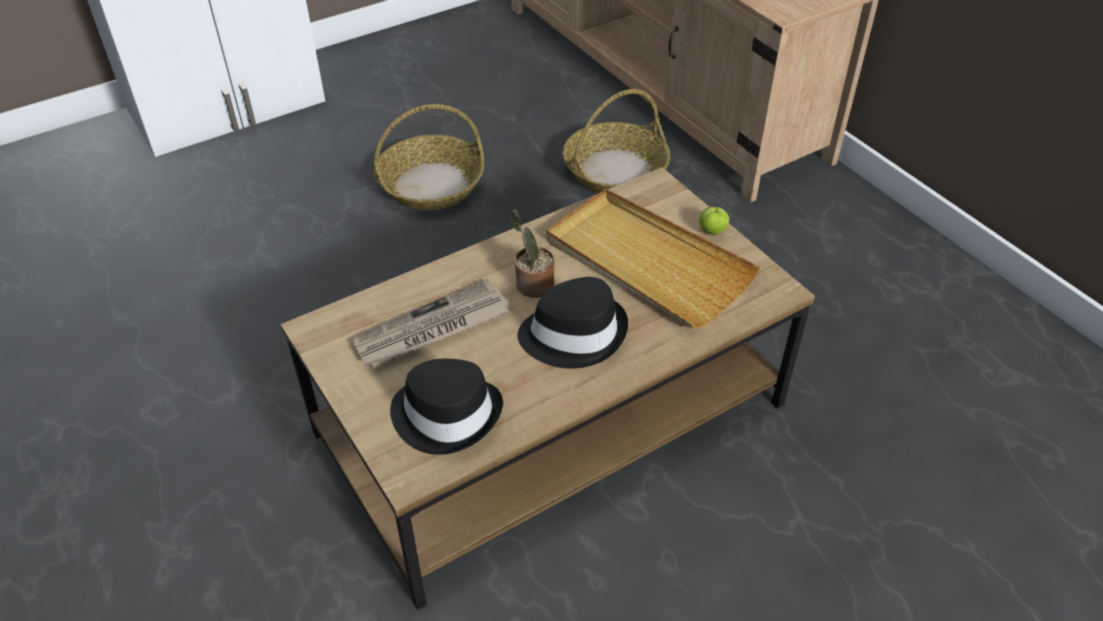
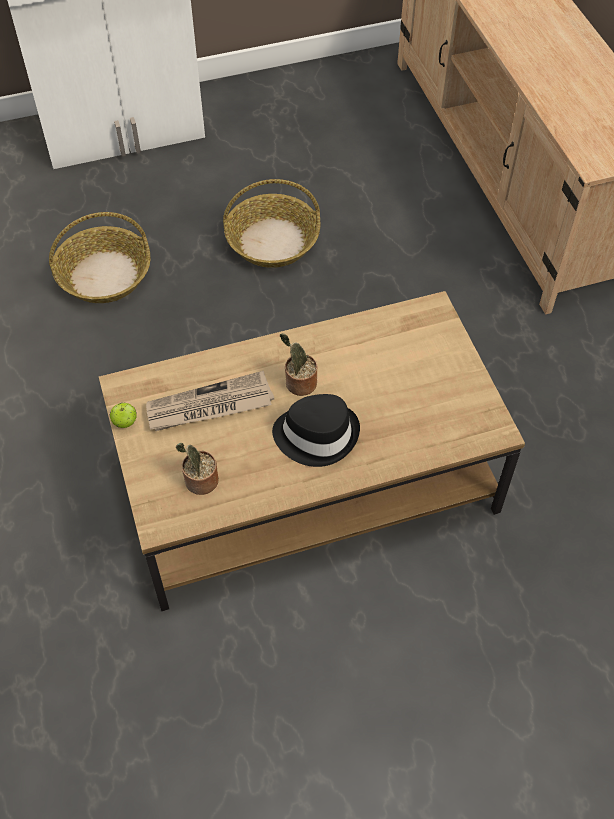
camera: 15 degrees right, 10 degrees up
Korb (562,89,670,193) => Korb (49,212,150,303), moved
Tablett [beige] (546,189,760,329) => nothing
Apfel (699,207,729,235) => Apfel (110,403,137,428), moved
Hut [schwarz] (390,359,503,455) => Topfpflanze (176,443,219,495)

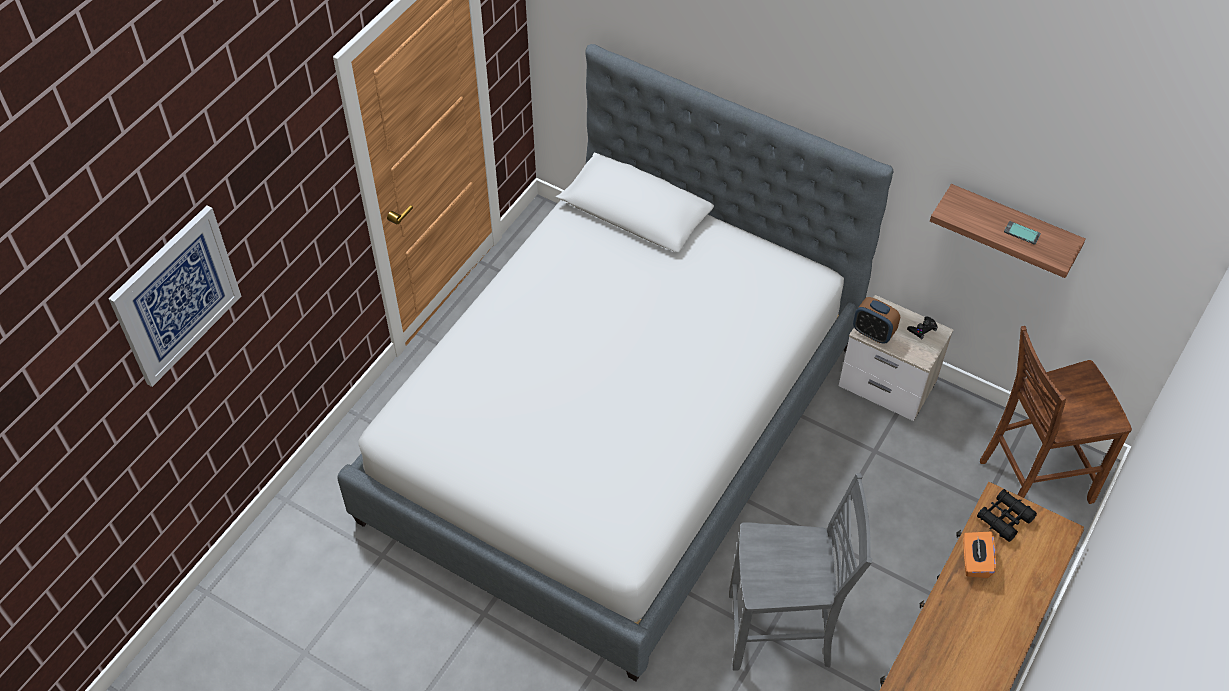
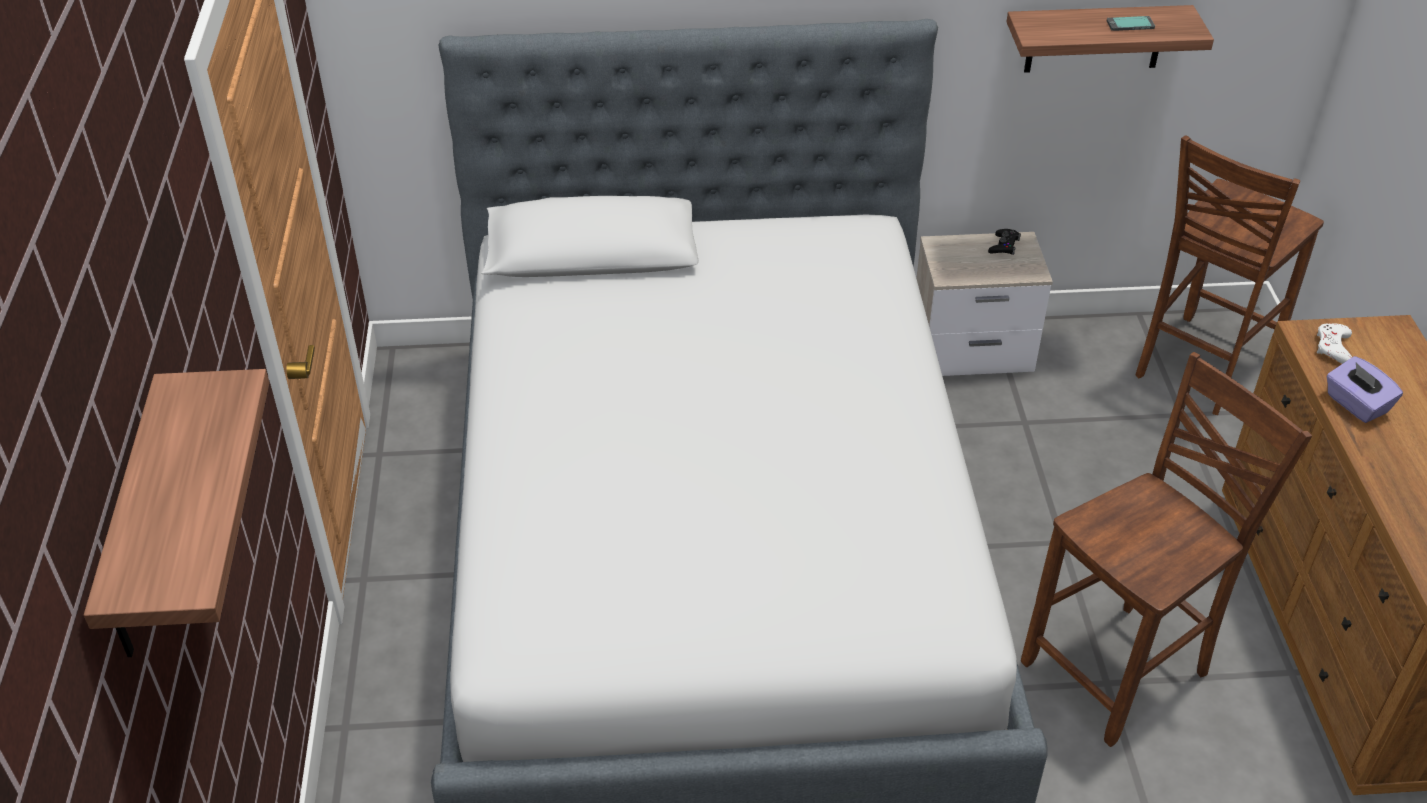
camera: 35 degrees left, 10 degrees down
Bild (108,205,241,387) => Wandregal (84,369,269,657)
Wecker (853,297,900,344) => nothing
Stuhl [grau] (729,473,872,671) => Stuhl [braun] (1021,352,1312,747)
Fernglas [schwarz] (977,489,1037,542) => Gamepad [weiß] (1317,323,1352,364)
Taschentuchbox [orange] (963,532,996,578) => Taschentuchbox [lila] (1326,356,1403,423)

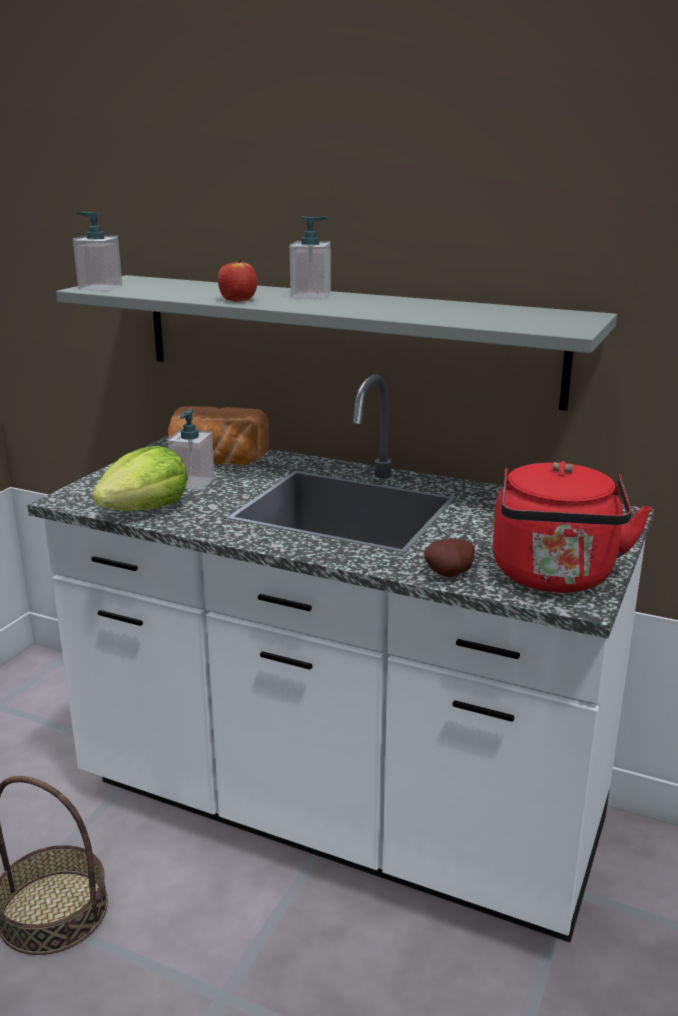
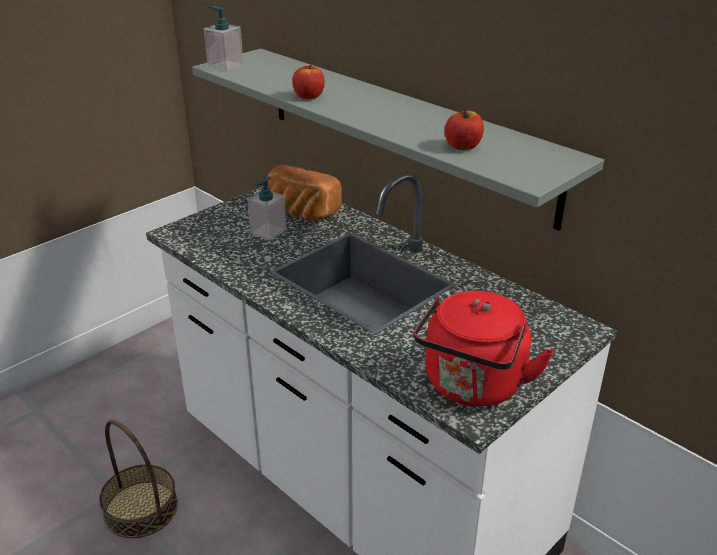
camera: 20 degrees right, 10 degrees up
Seifenspender (290,216,331,299) => nothing
Salatkopf (92,446,188,511) => nothing
Kartoffel (424,539,475,577) => nothing
nothing => Apfel (445,108,484,150)

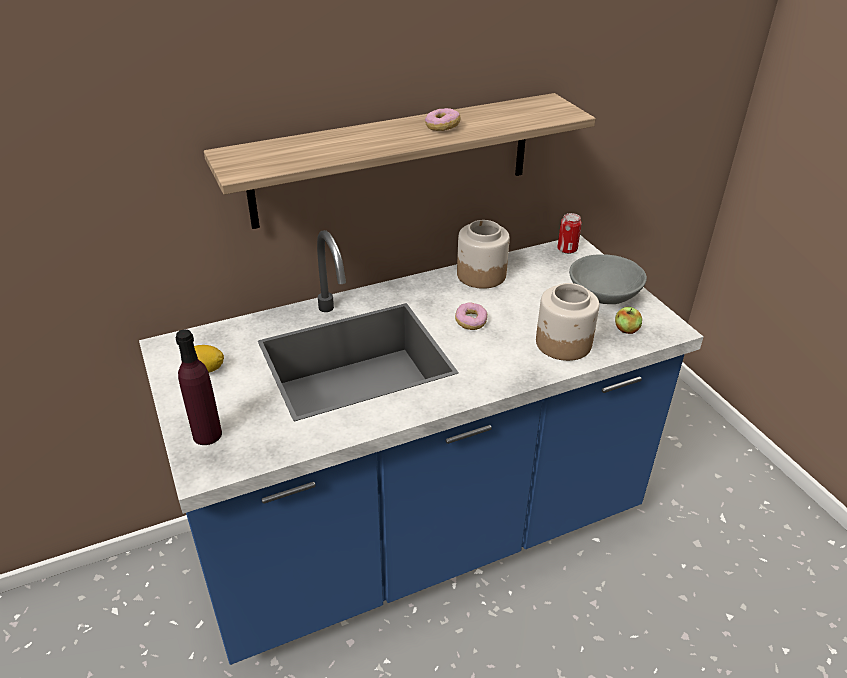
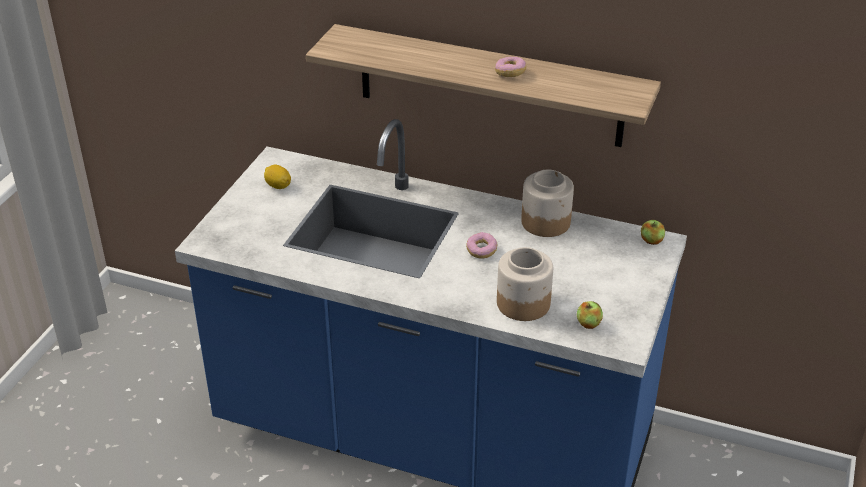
camera: 45 degrees right, 0 degrees up
Dose (557,213,582,254) => Apfel (641,220,665,245)
Schüssel [grau] (569,254,647,304) => nothing
Flasche [lila] (176,329,222,445) => nothing

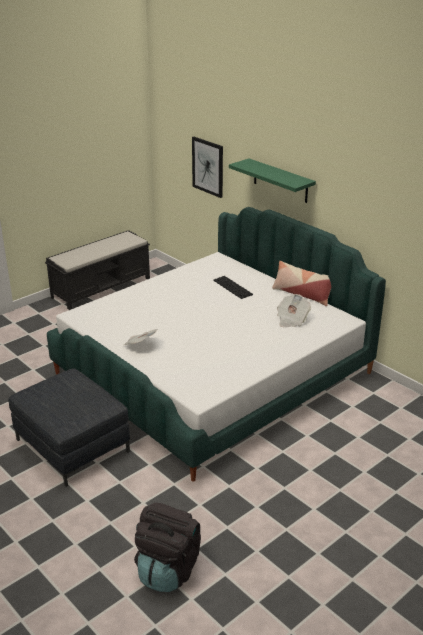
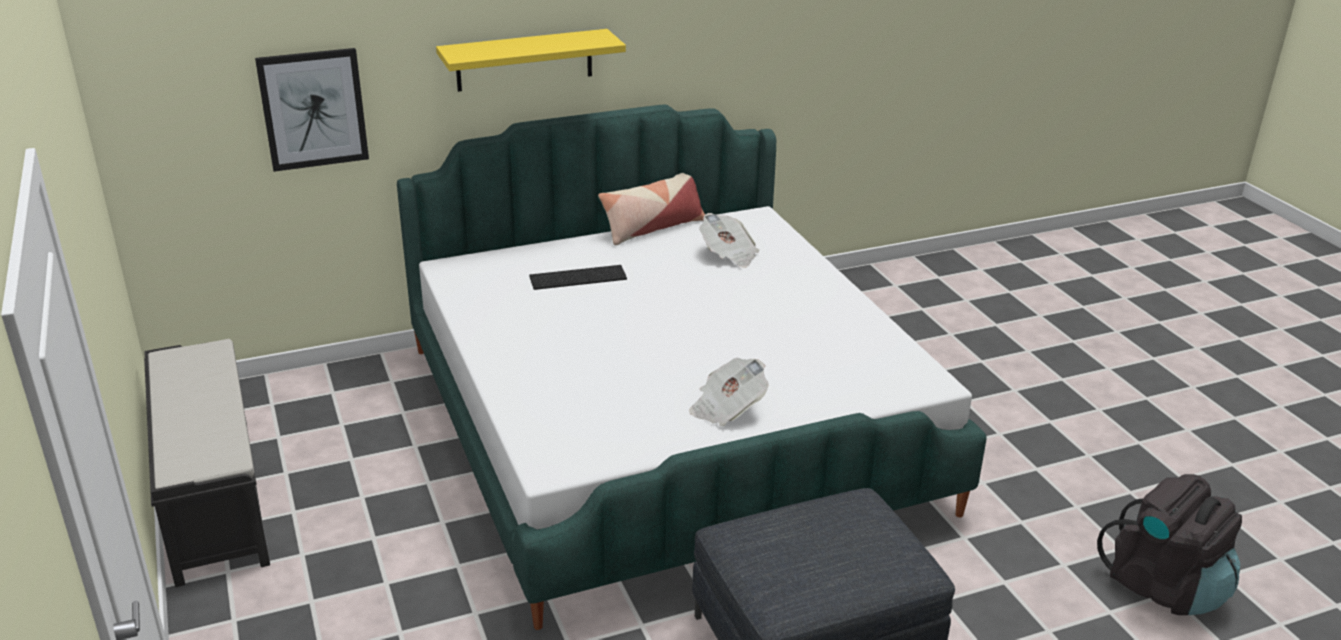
camera: 70 degrees left, 0 degrees up
Wandregal [grün] (229,158,316,203) => Wandregal [gelb] (436,29,626,92)

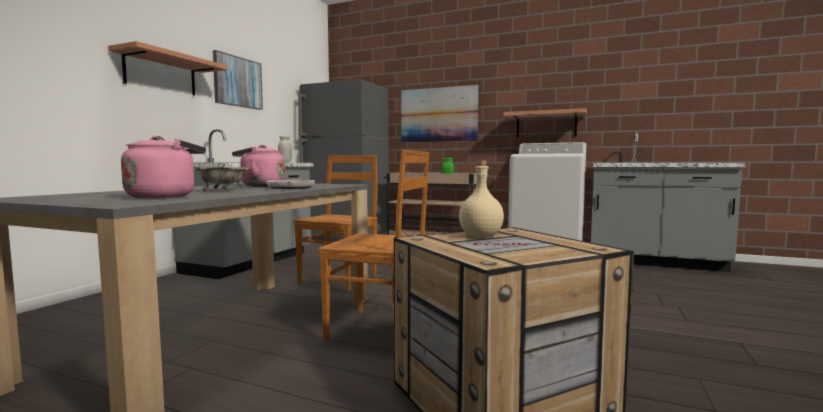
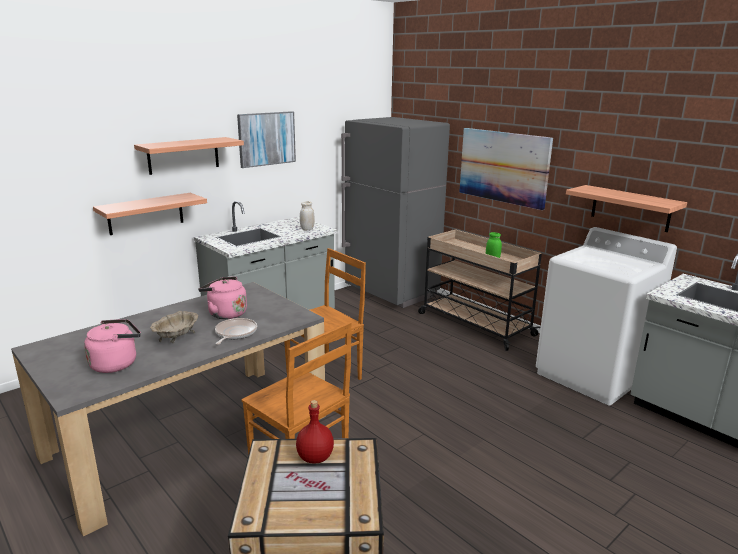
camera: 25 degrees right, 15 degrees up
Flasche [beige] (459,160,504,237) => Flasche [rot] (296,400,334,463)
nothing => Wandregal (93,193,207,235)

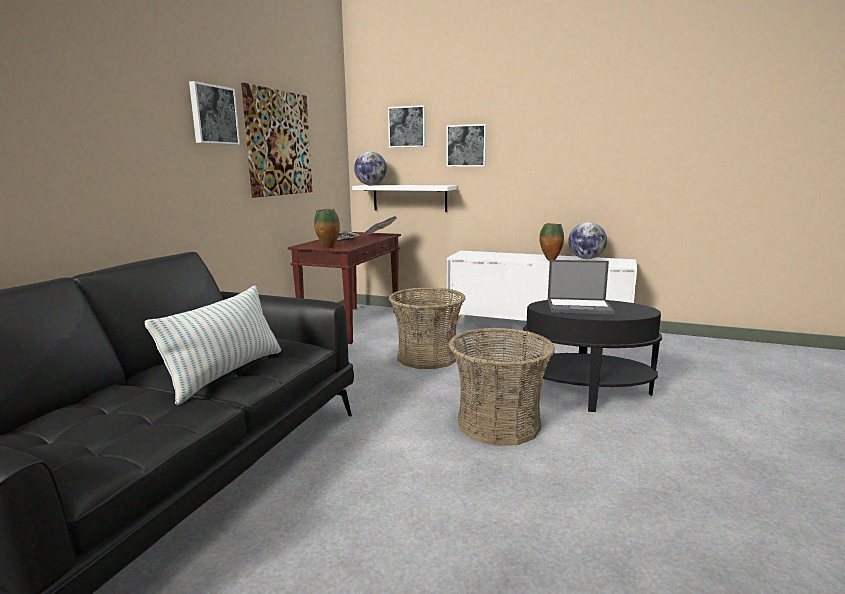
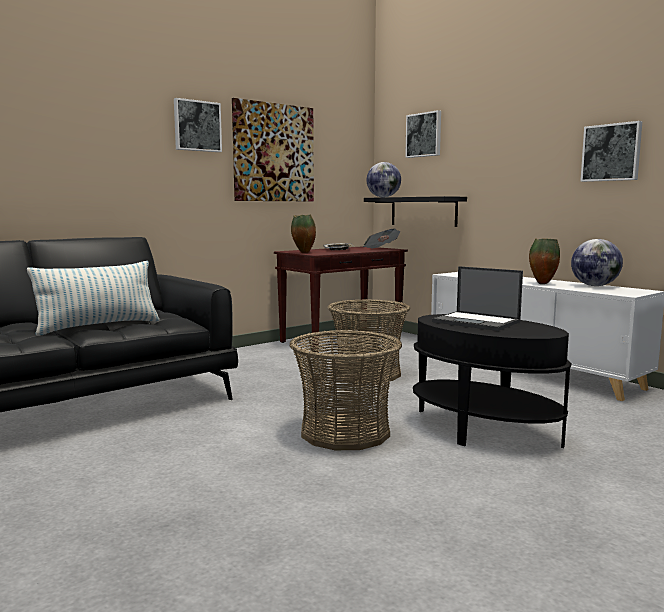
camera: 30 degrees right, 5 degrees down
Bild (446,124,487,167) => Bild (580,121,642,182), moved
Wandregal [weiß] (352,185,457,212) => Wandregal [schwarz] (364,196,467,227)

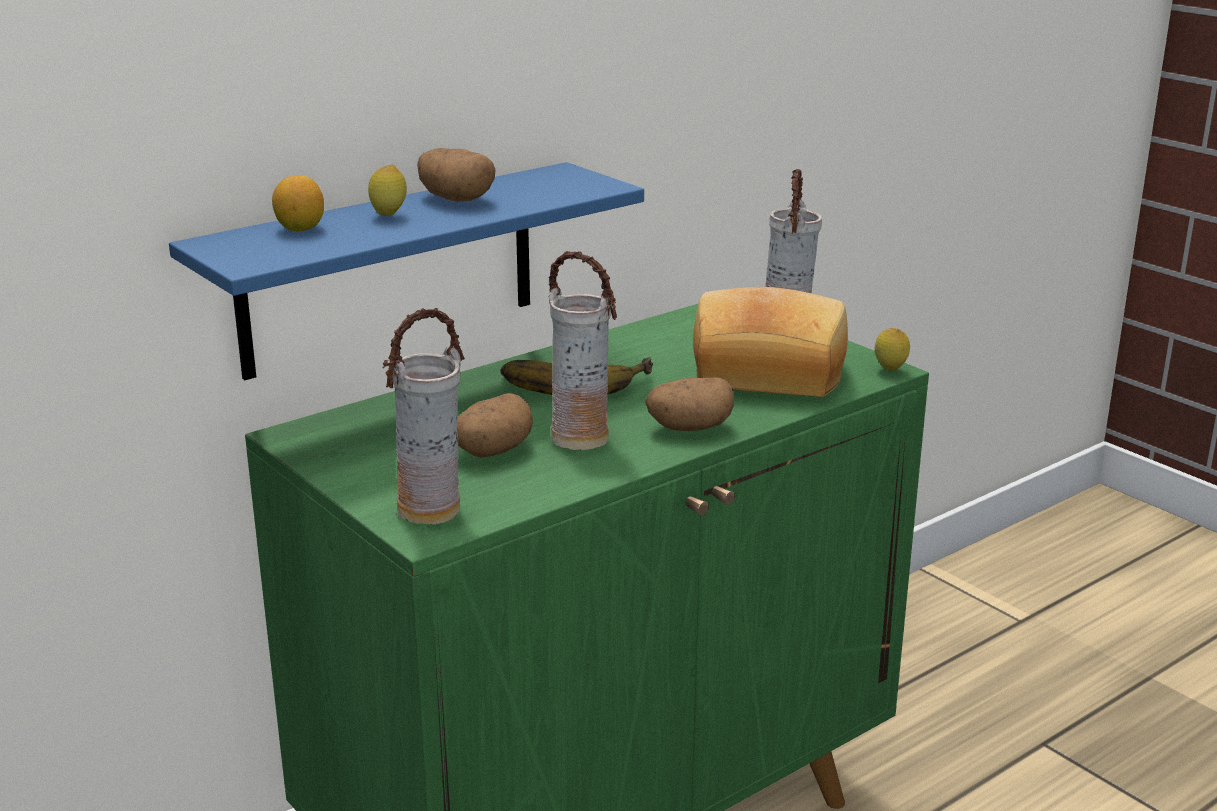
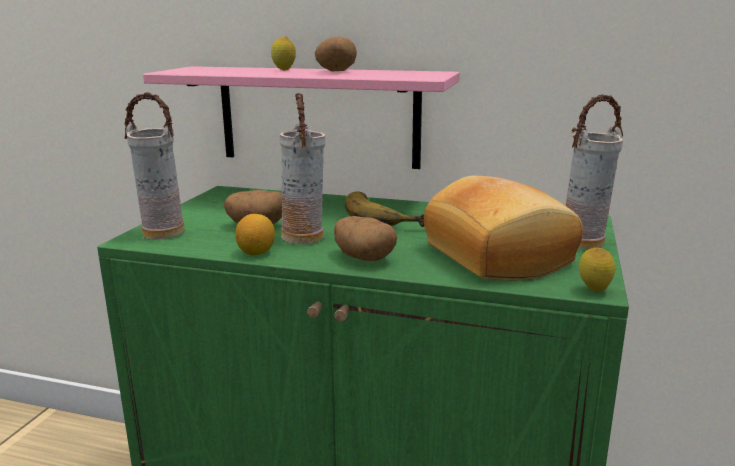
camera: 55 degrees right, 5 degrees down
Wandregal [blau] (169,162,644,380) => Wandregal [rosa] (143,66,460,169)
Zitrone (272,175,324,231) => Zitrone (235,214,275,255), moved

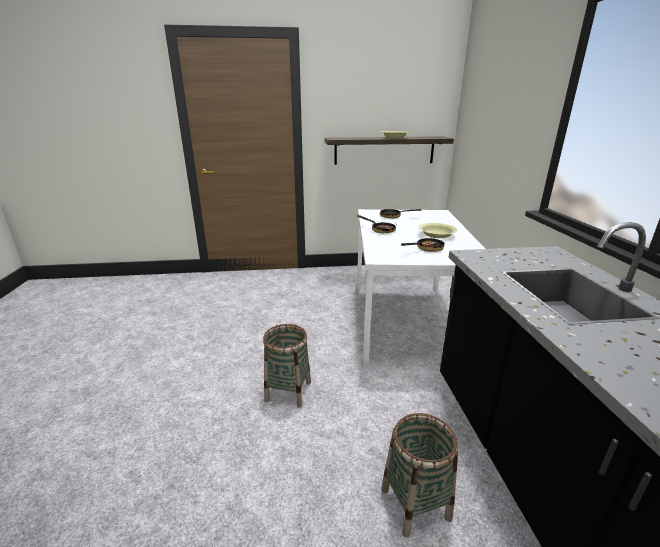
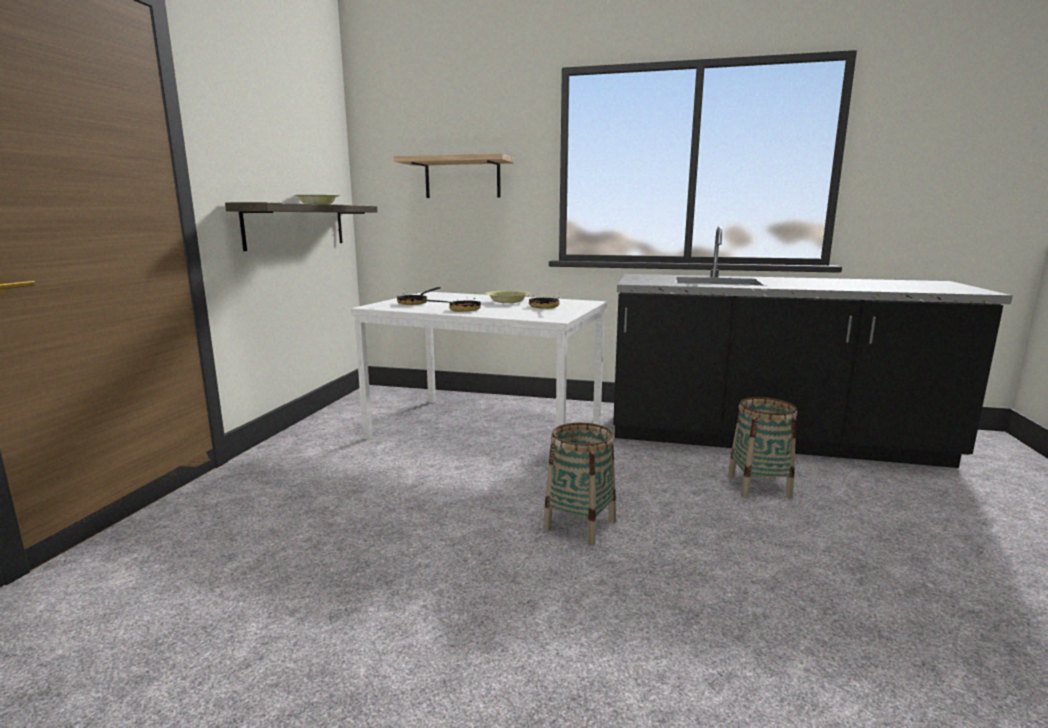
camera: 70 degrees left, 10 degrees down
nothing => Wandregal (394,154,514,198)

